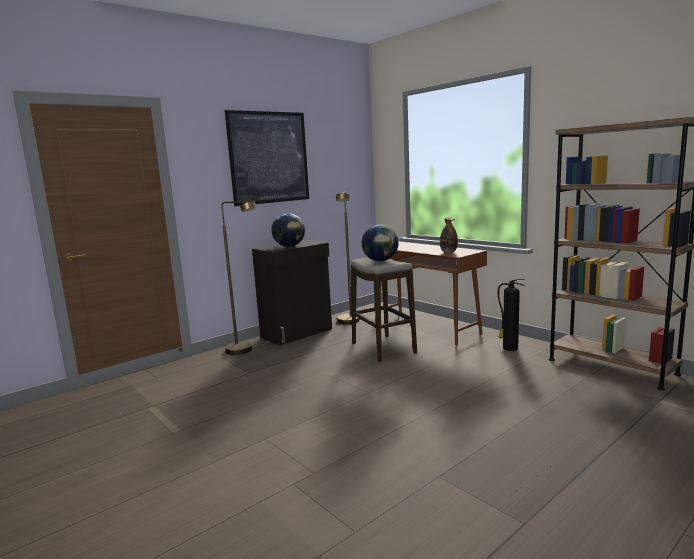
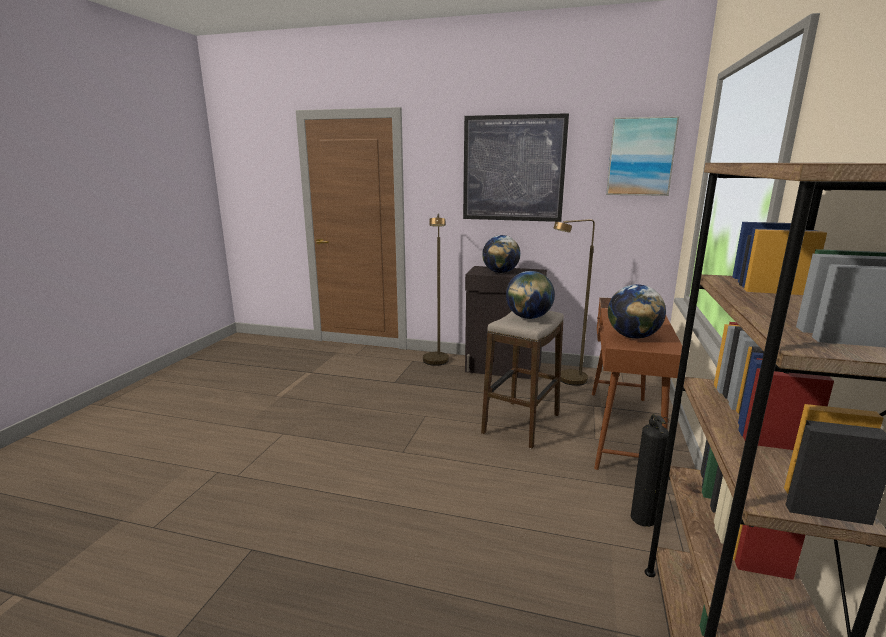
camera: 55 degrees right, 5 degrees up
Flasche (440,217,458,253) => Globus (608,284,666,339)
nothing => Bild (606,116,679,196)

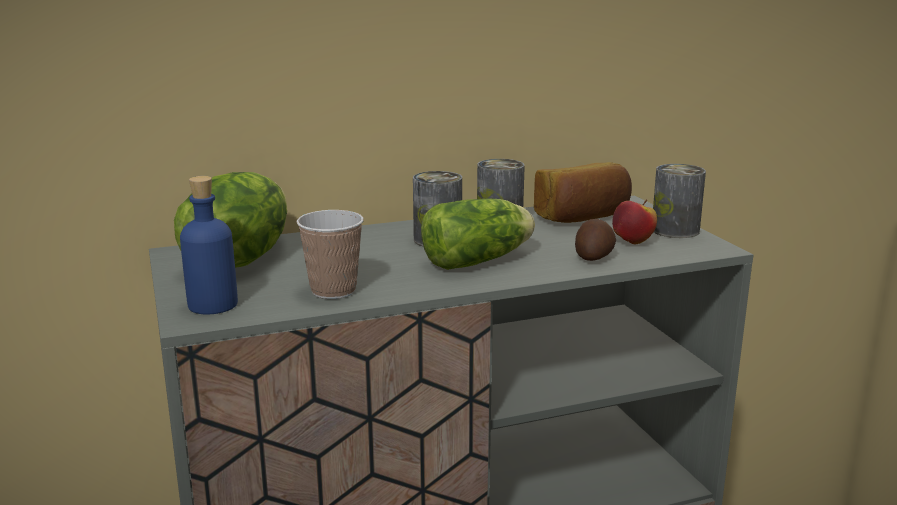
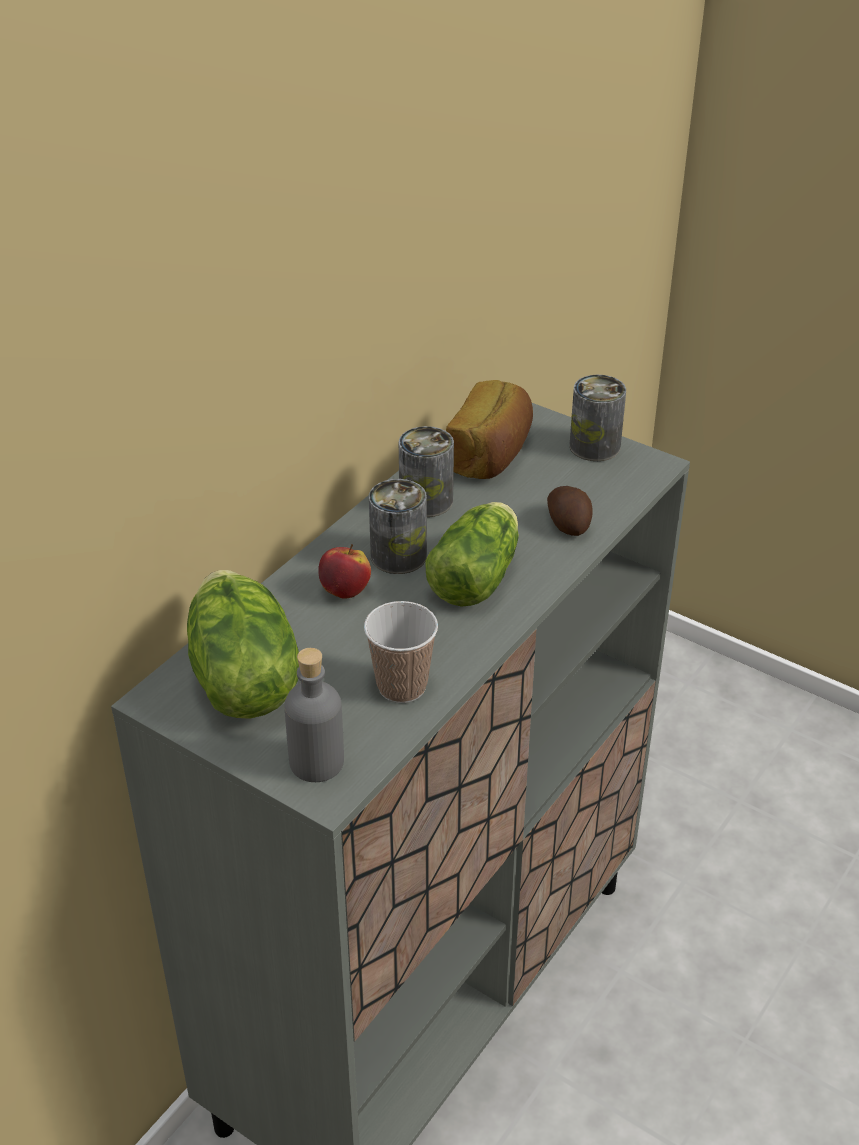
camera: 35 degrees left, 20 degrees up
Flasche [blau] (180,176,238,314) => Flasche [grau] (284,648,344,782)
Apfel (612,200,657,244) => Apfel (318,544,371,599), moved

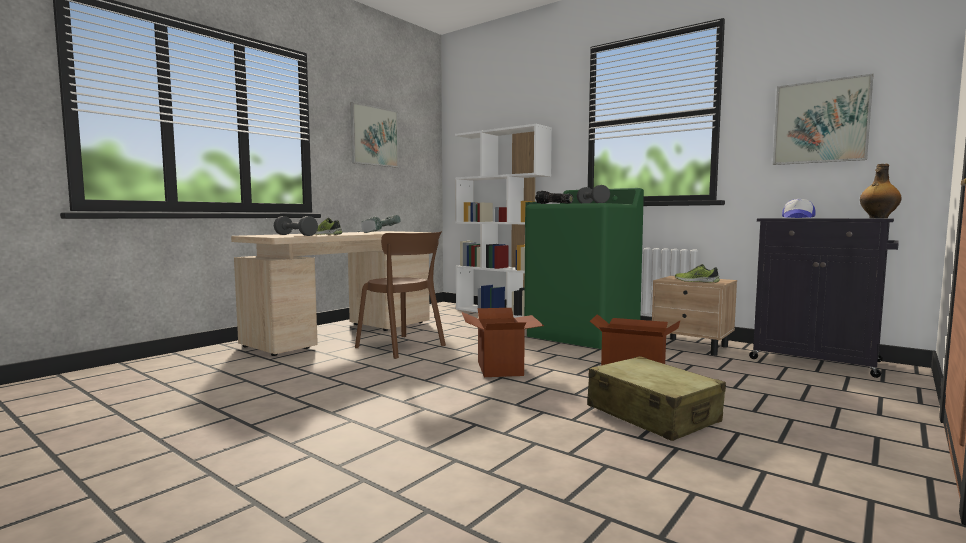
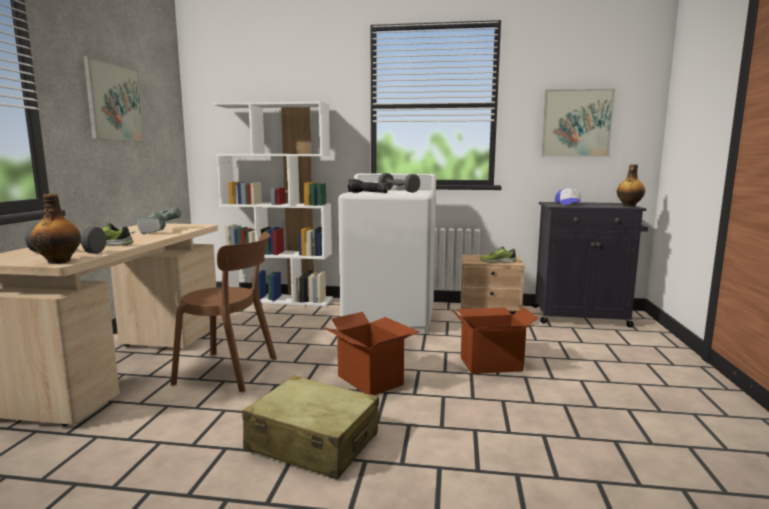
camera: 30 degrees left, 5 degrees up
Waschmaschine [grün] (524,188,644,349) => Waschmaschine [weiß] (338,173,436,334)
Koffer [beige] (587,356,726,441) => Koffer [beige] (242,375,379,480), moved
nothing => Flasche (30,194,81,264)

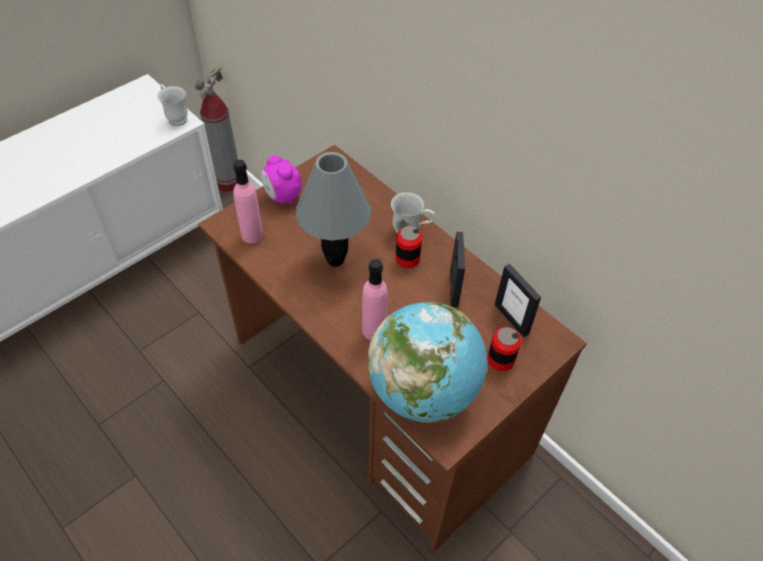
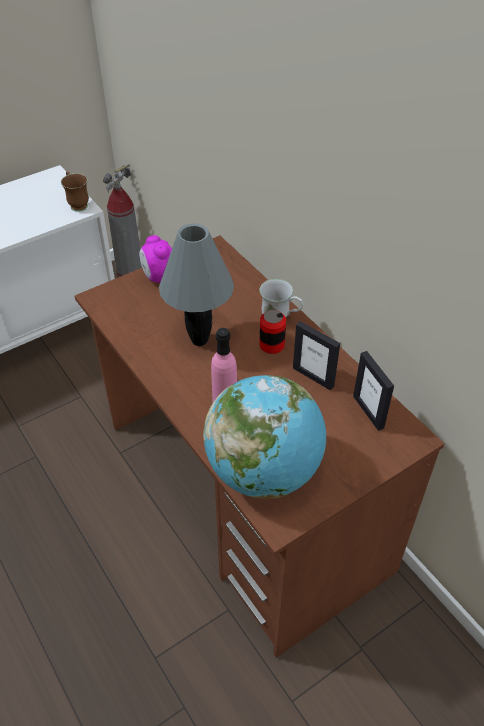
camera: 10 degrees right, 5 degrees down
Henkelbecher [weiß] (157,84,188,126) => Henkelbecher [braun] (61,171,89,212)
Flasche [rosa] (233,160,263,243) => nothing
Bilderrahmen (450,232,465,307) => Bilderrahmen (293,321,340,390), 120 degrees clockwise
Dose (487,327,522,371) => nothing

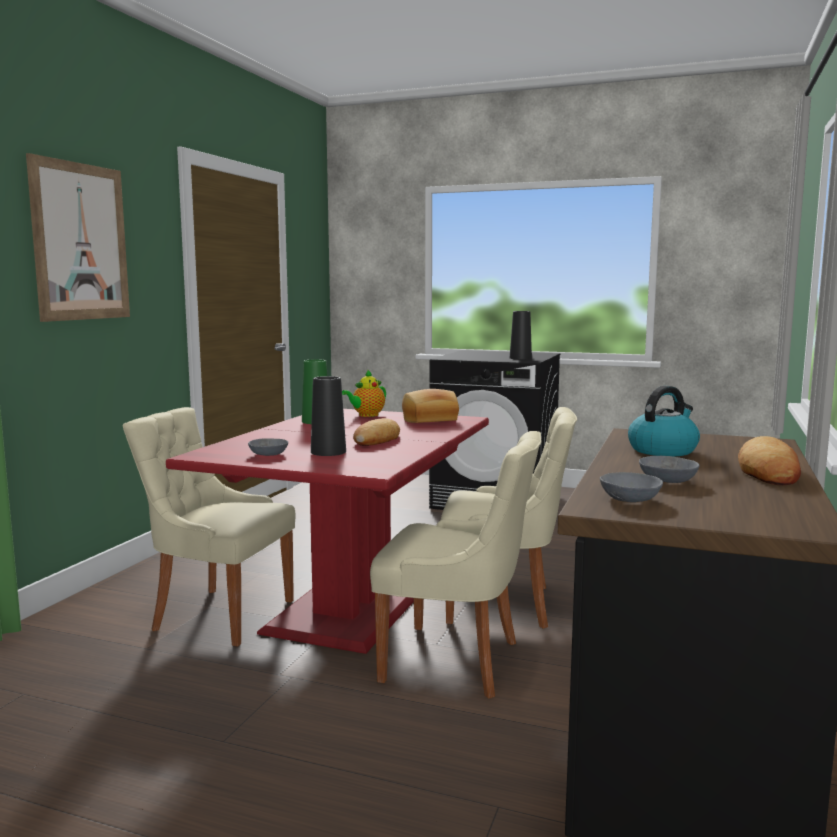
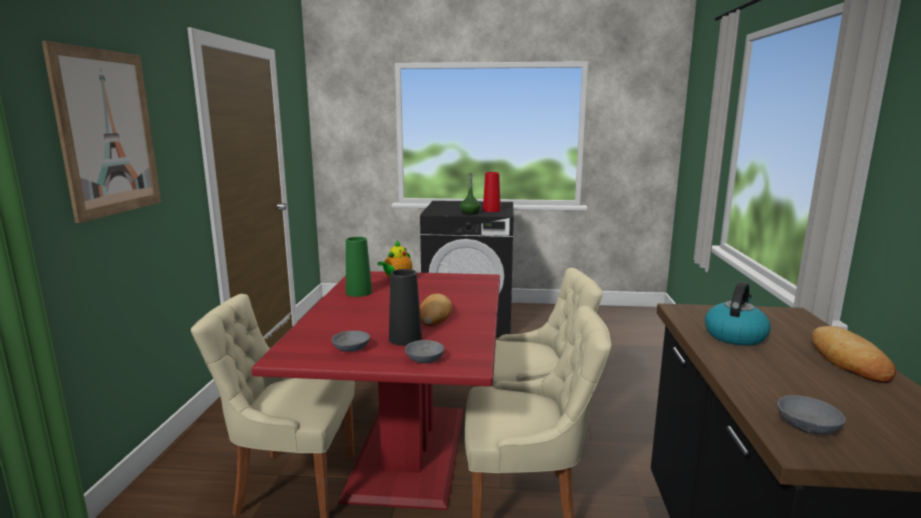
camera: 15 degrees left, 5 degrees up
Vase [schwarz] (510,311,532,359) => Vase [rot] (483,172,501,212)
Brot (402,389,459,423) => nothing
Schüssel [grau] (639,456,699,483) => Schüssel [grau] (405,340,444,363), moved
nothing => Flasche [grün] (460,173,481,215)

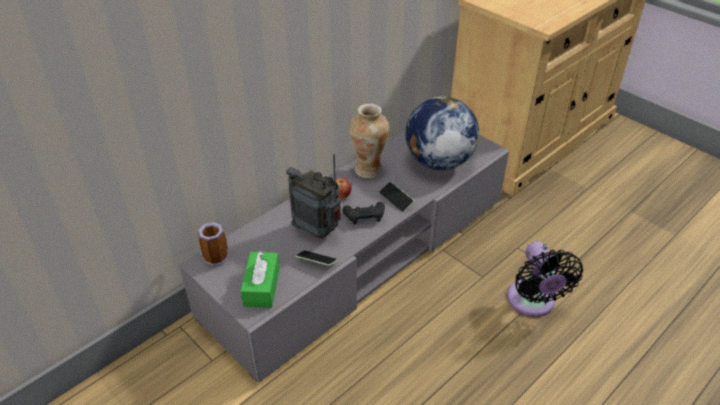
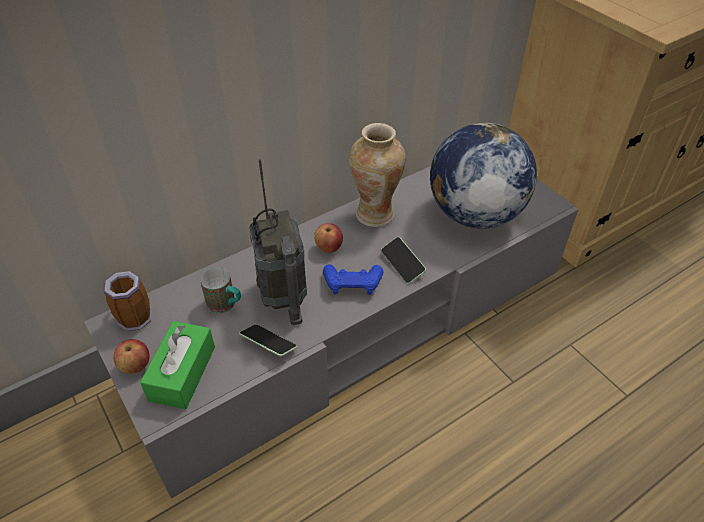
camera: 10 degrees right, 5 degrees up
Radio (286,154,341,239) => Radio (249,159,307,325), 150 degrees counterclockwise
Gamepad [schwarz] (342,202,385,225) => Gamepad [blau] (323,264,383,295)
Ventilator [schwarz] (507,241,583,317) => nothing
nothing => Henkelbecher (200,267,241,314)
nothing => Apfel (113,339,149,374)

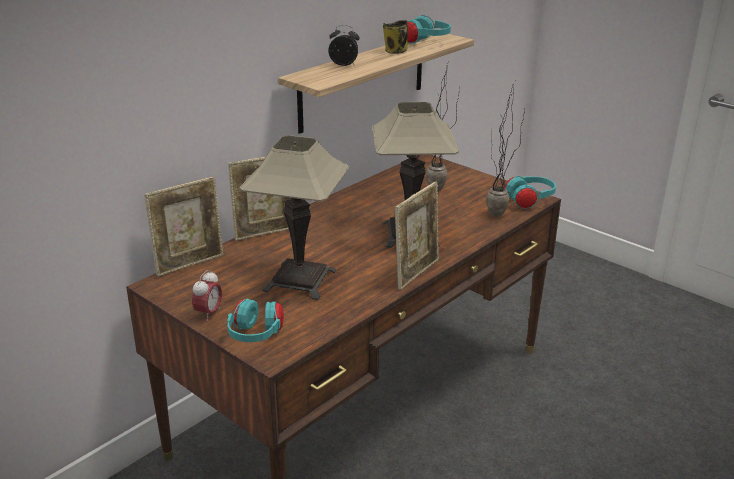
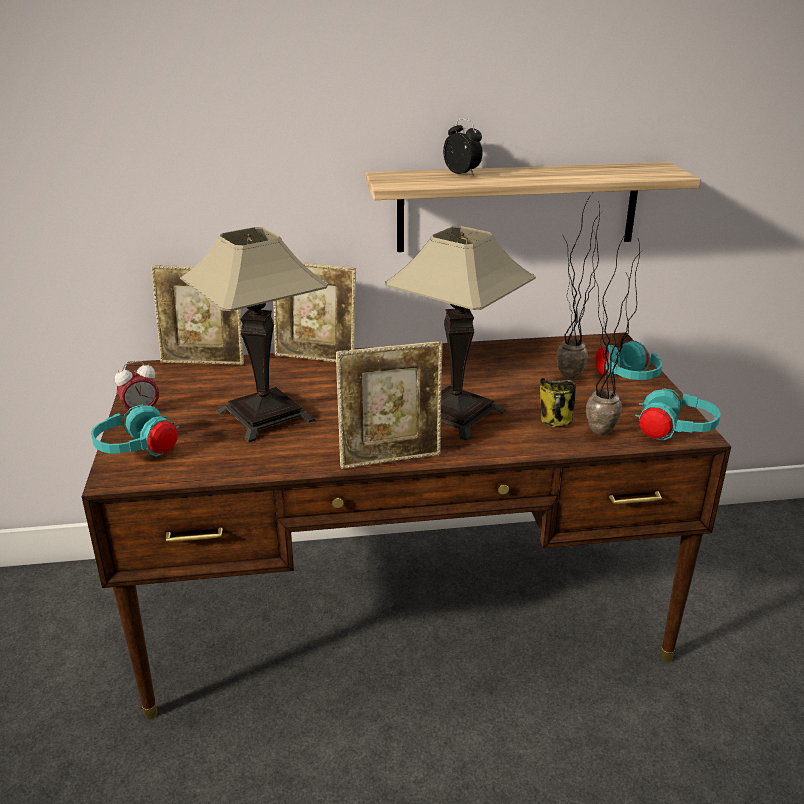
camera: 40 degrees right, 0 degrees up
Kopfhörer [türkis] (407,15,451,44) => Kopfhörer [türkis] (595,341,662,380), moved
Henkelbecher (383,20,408,54) => Henkelbecher (540,378,576,427), moved

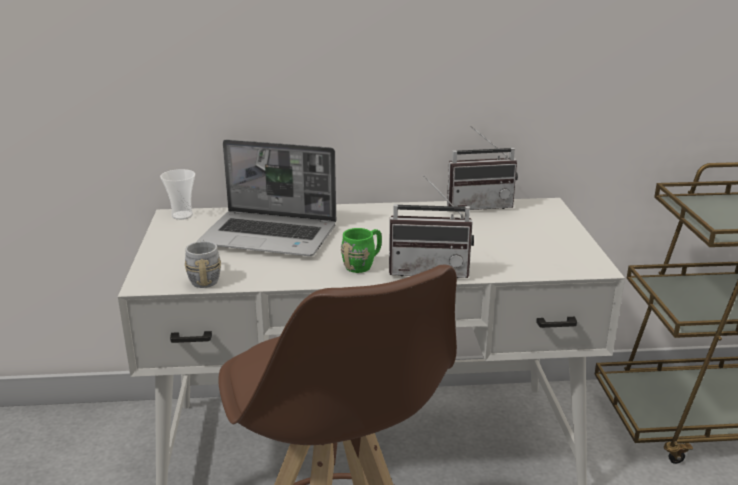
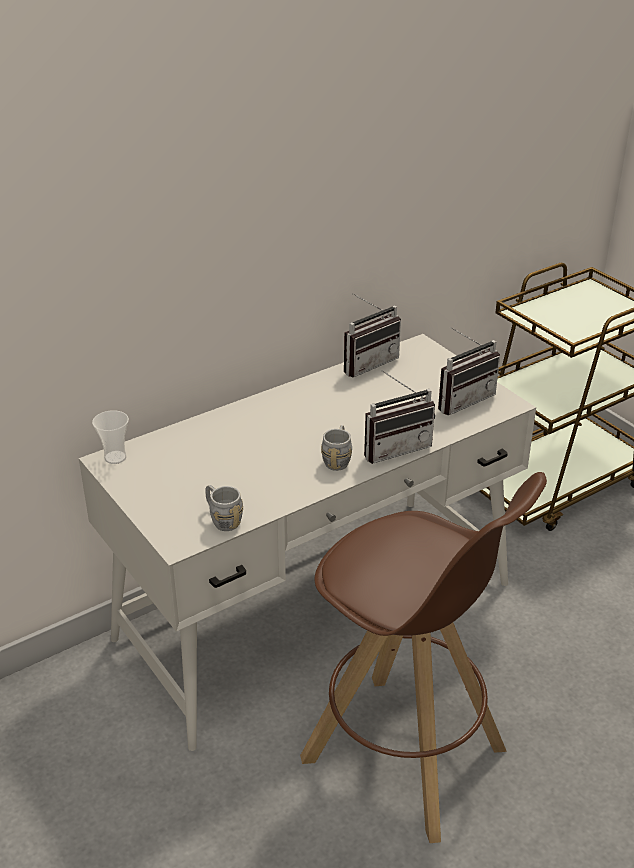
camera: 30 degrees left, 10 degrees up
Laptop (197,139,336,256) => nothing
Henkelbecher [grün] (341,228,382,273) => Henkelbecher [grau] (321,425,352,471)
nothing => Radio (438,327,500,415)

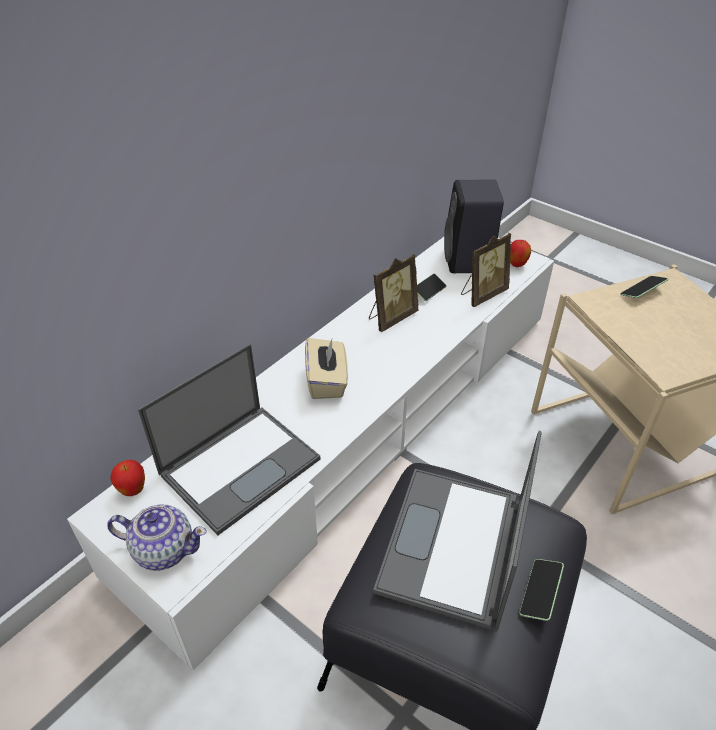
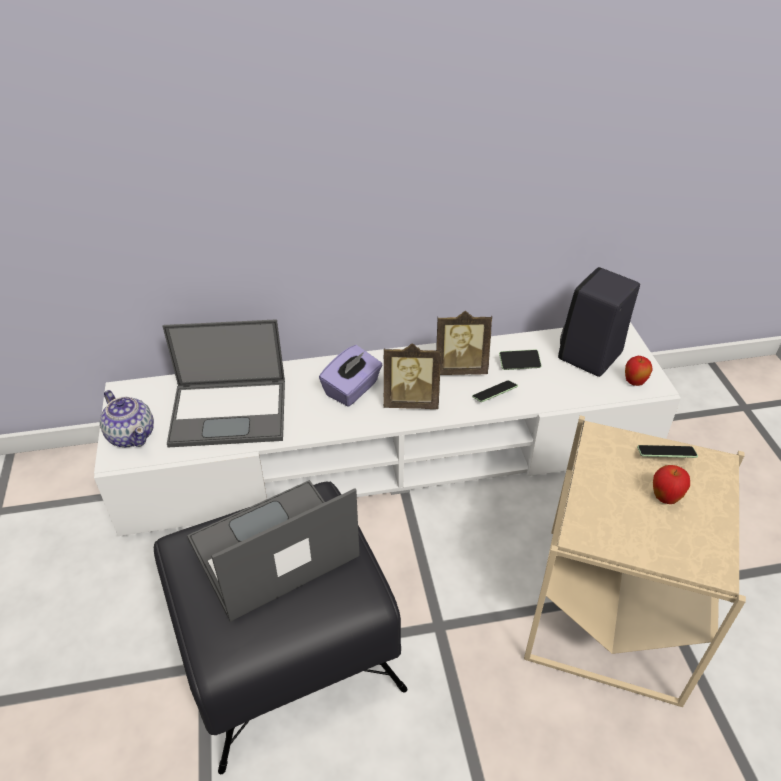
camera: 40 degrees right, 0 degrees up
Bilderrahmen (461,233,511,307) => Bilderrahmen (384,343,441,409), moved
Taschentuchbox [beige] (305,337,348,399) => Taschentuchbox [lila] (319,345,382,407)
Apfel (110,460,145,496) => Apfel (653,465,690,504), moved
Handy (519,559,564,621) => Handy (472,380,518,402), moved

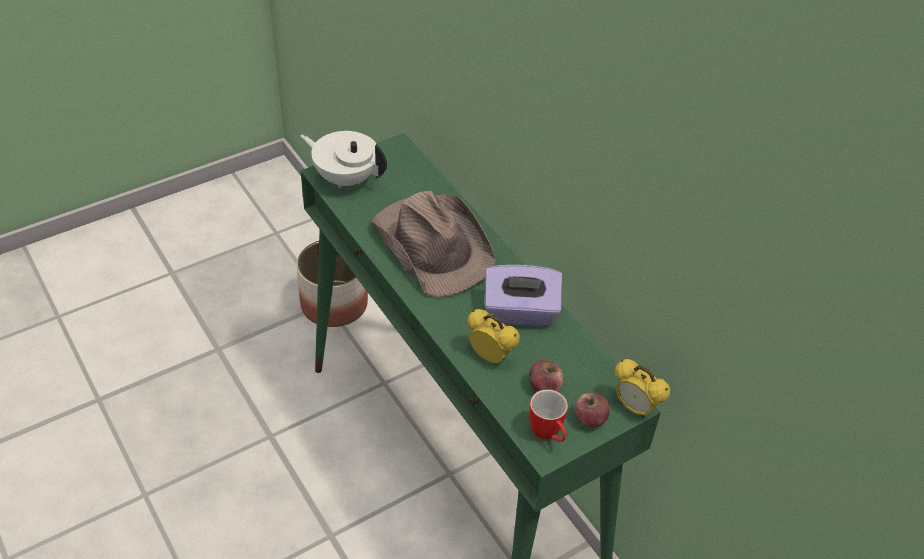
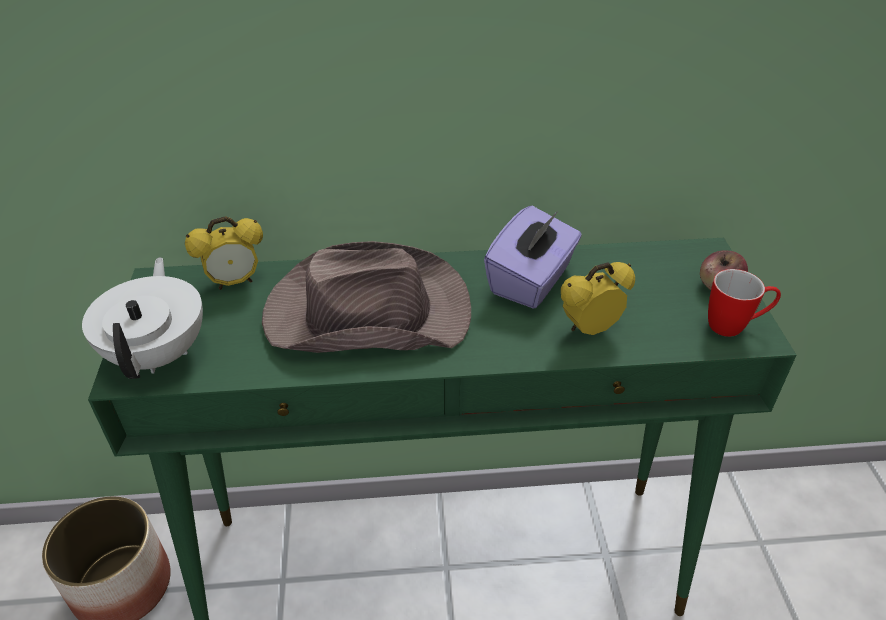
camera: 60 degrees left, 5 degrees down
Teekanne [weiß] (300,131,387,188) => Teekanne [weiß] (82,257,203,379), 120 degrees clockwise
Wecker (615,359,670,418) => Wecker (185,216,263,290), moved
Apfel (529,360,563,392) => nothing

